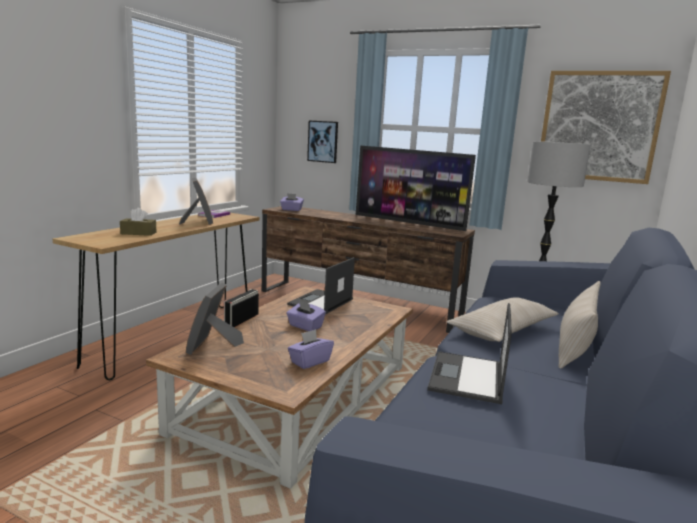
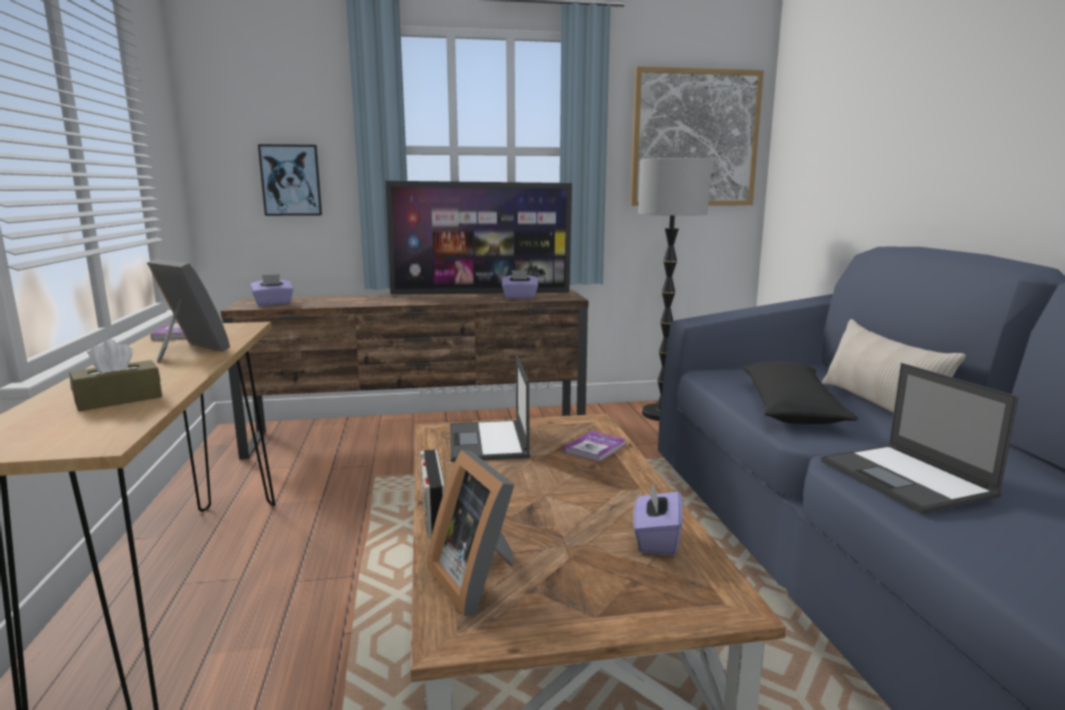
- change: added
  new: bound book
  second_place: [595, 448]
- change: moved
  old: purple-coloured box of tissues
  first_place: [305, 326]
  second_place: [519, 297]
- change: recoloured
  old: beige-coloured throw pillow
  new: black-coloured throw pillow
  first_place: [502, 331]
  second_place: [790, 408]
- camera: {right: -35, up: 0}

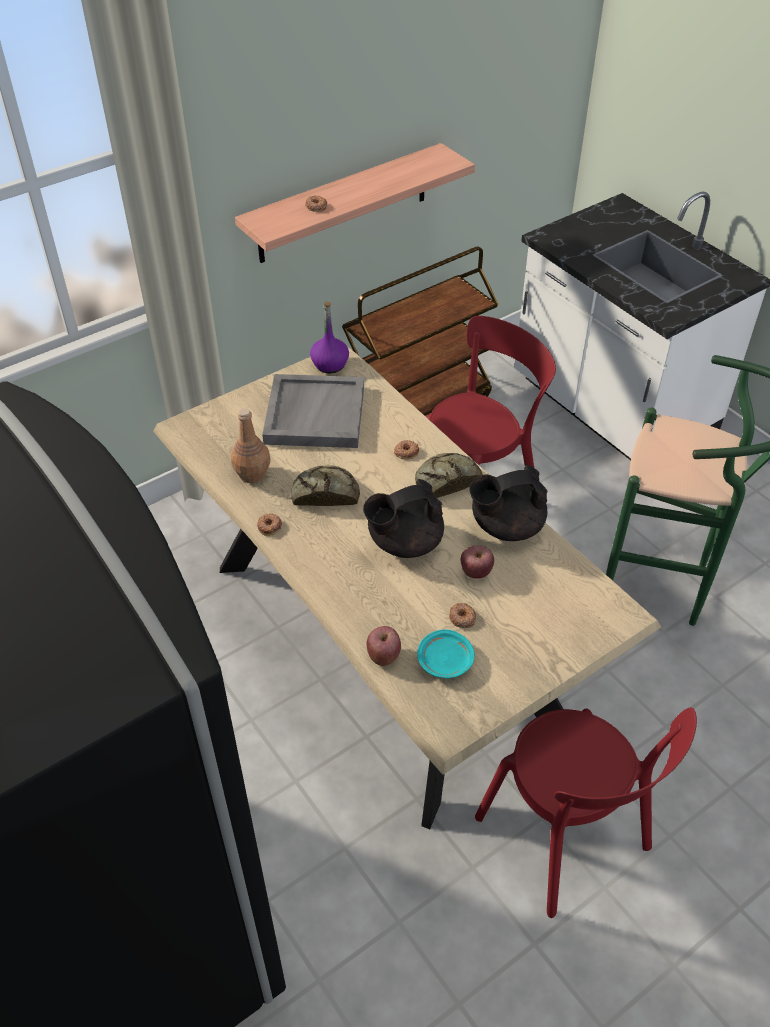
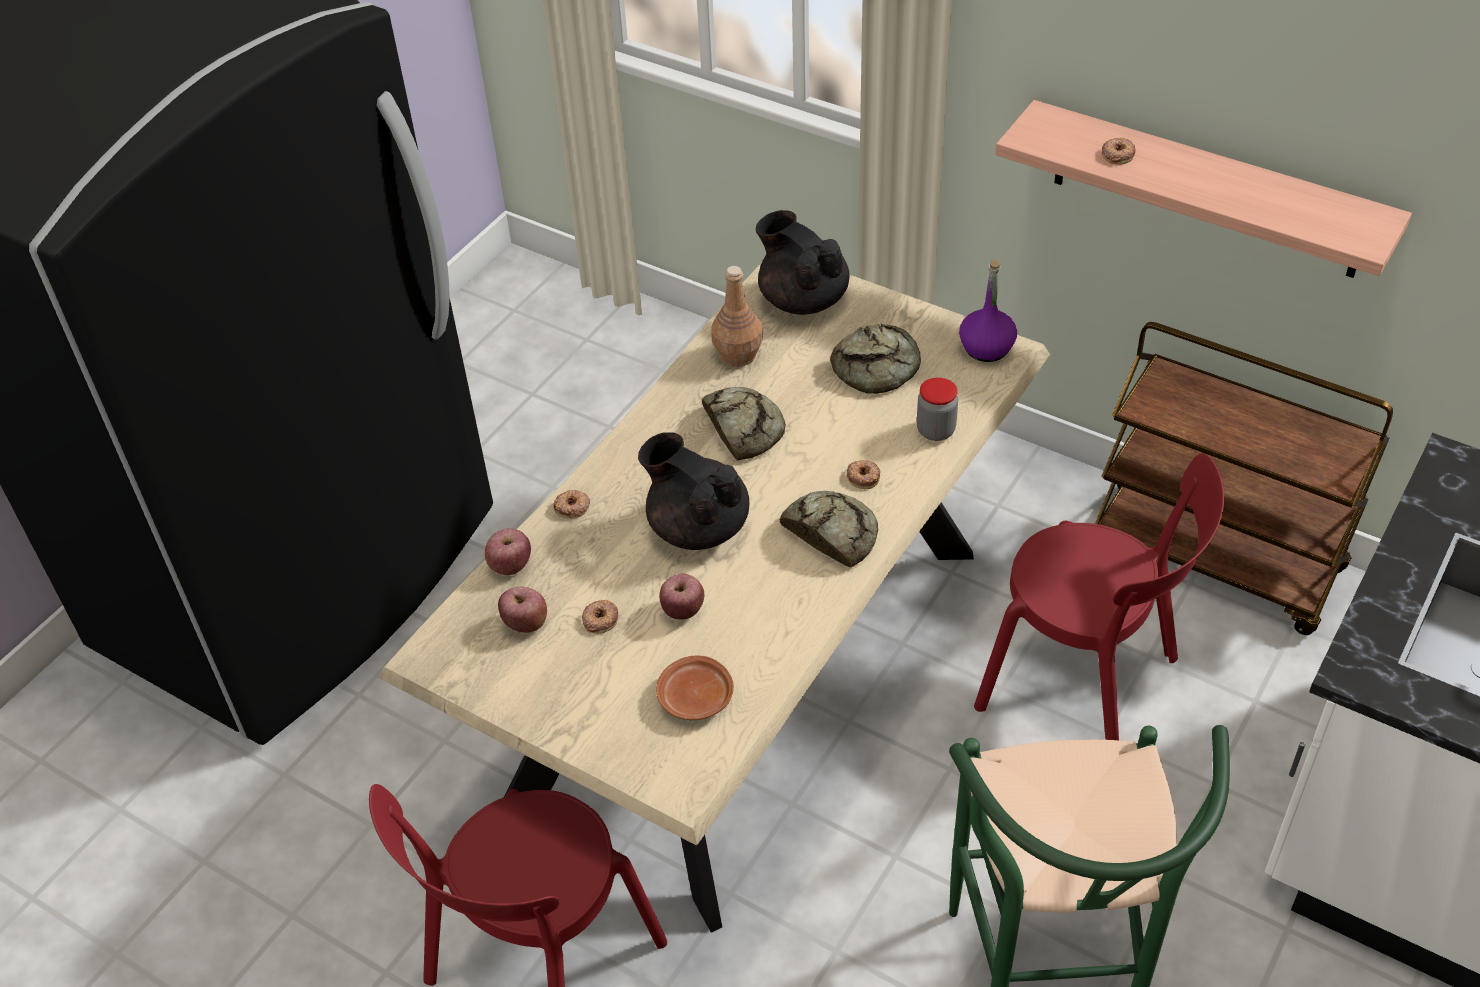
- change: added
  new: brown flat dish
  second_place: [695, 698]
- change: added
  new: jar
  second_place: [935, 430]
- change: moved
  old: doughnut
  first_place: [270, 526]
  second_place: [572, 507]
- change: moved
  old: black-coloured tea pot
  first_place: [505, 526]
  second_place: [802, 299]
- change: replaced
  old: gray carrying tray
  new: bread
  first_place: [314, 414]
  second_place: [878, 368]
- change: replaced
  old: turquoise-coloured flat dish
  new: apple fruit
  first_place: [445, 661]
  second_place: [525, 623]
- camera: {right: 70, up: 0}

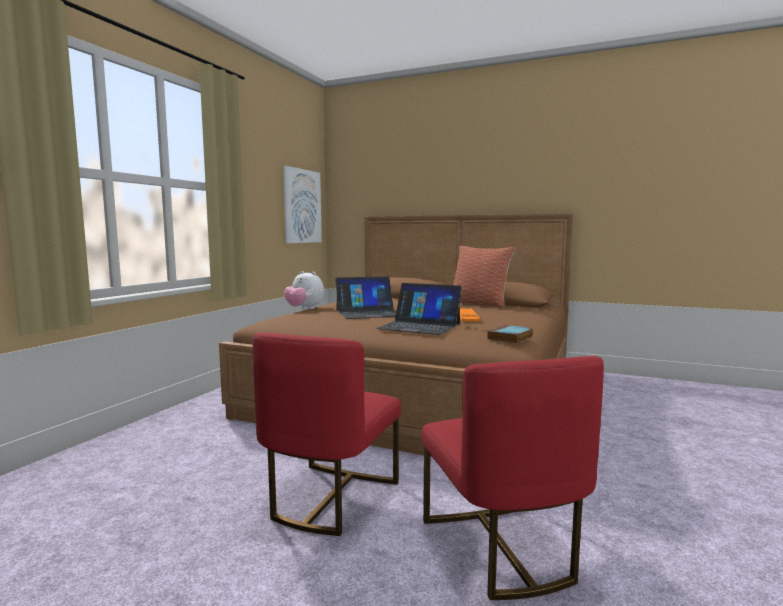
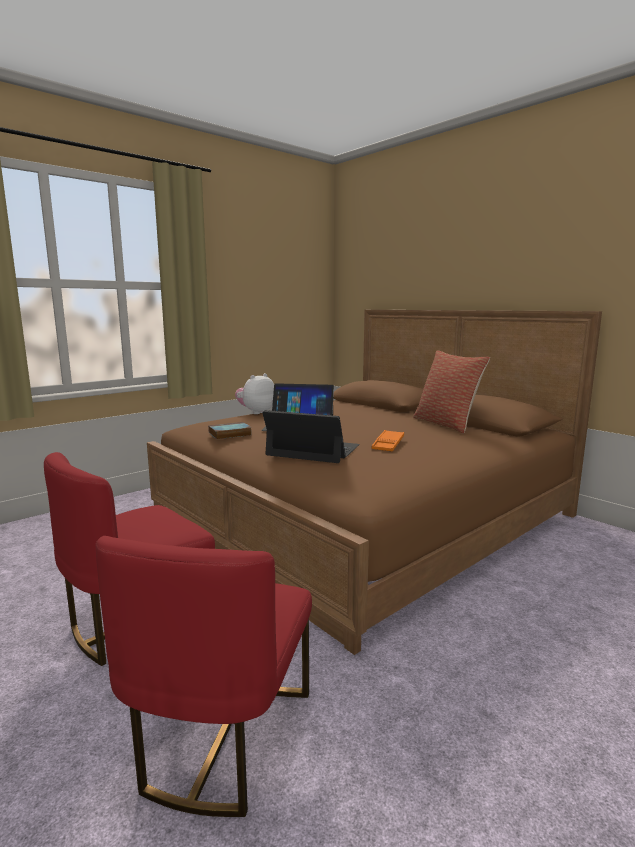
- change: removed
  old: wall art
  first_place: [302, 206]
- change: moved
  old: bound book
  first_place: [510, 338]
  second_place: [229, 434]
- change: turned
  old: soft toy
  first_place: [304, 309]
  second_place: [256, 412]
  degrees: 75
- change: turned
  old: laptop
  first_place: [419, 326]
  second_place: [313, 450]
  degrees: 150
- camera: {right: 25, up: 5}

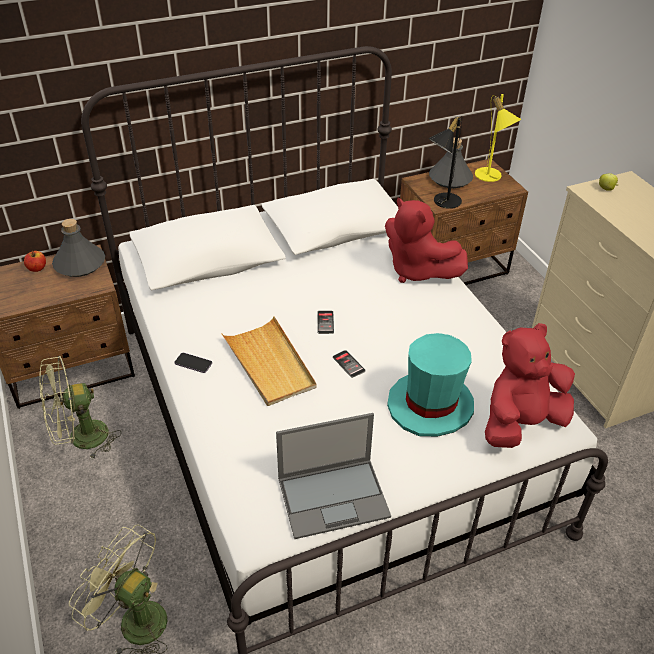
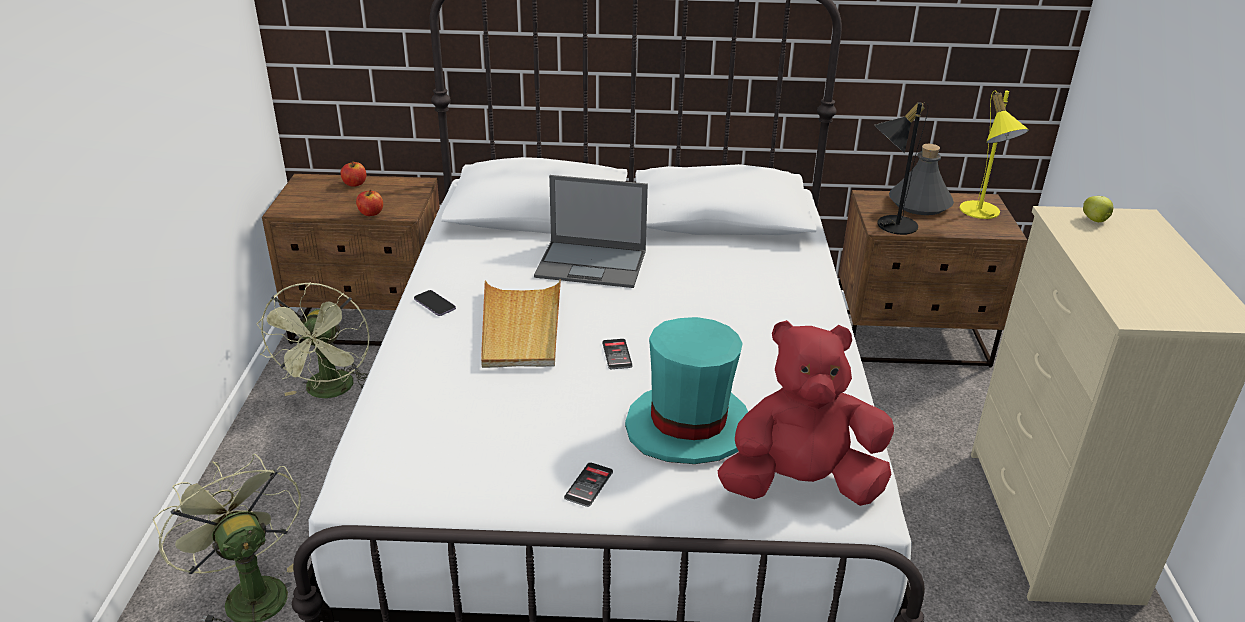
- change: removed
  old: gray beverage bottle
  first_place: [80, 264]
- change: removed
  old: red-coloured soft toy
  first_place: [417, 270]
- change: added
  new: apple fruit
  second_place: [371, 213]
- change: moved
  old: laptop
  first_place: [334, 497]
  second_place: [592, 264]
- change: moved
  old: telephone
  first_place: [325, 322]
  second_place: [588, 485]
- change: turned
  old: green electric fan
  first_place: [80, 439]
  second_place: [329, 392]
  degrees: -90
- camera: {right: 25, up: -10}

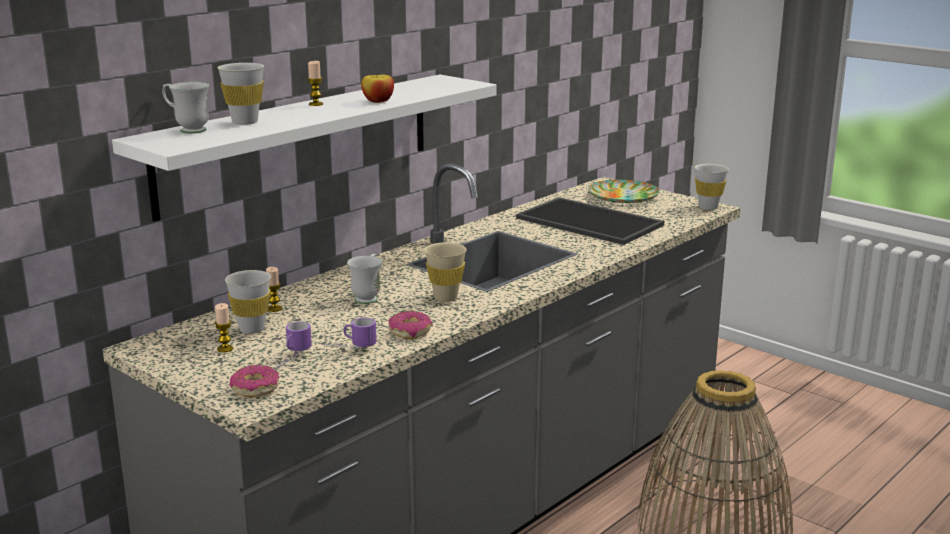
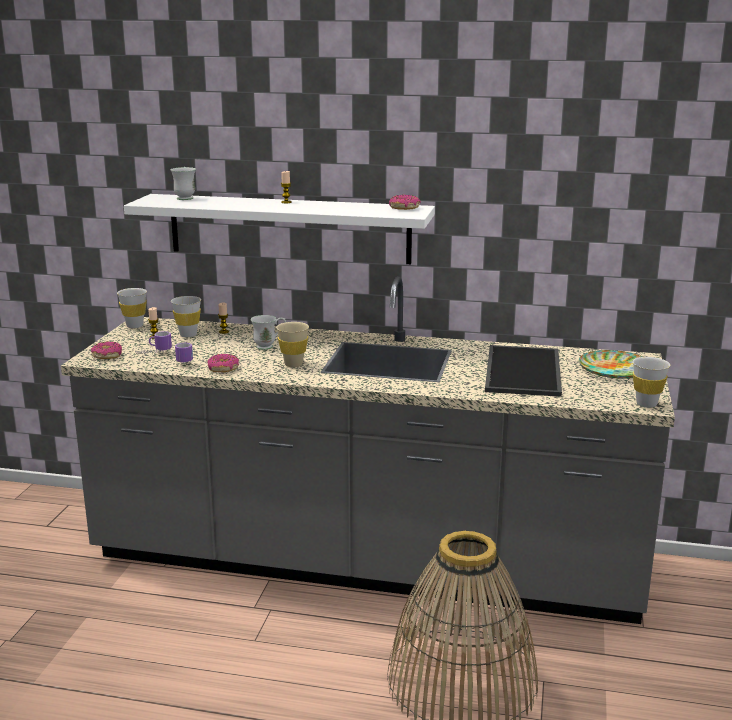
- change: removed
  old: apple fruit
  first_place: [378, 101]
- change: added
  new: doughnut
  second_place: [404, 208]
- change: moved
  old: white cup
  first_place: [245, 122]
  second_place: [135, 326]
- camera: {right: 60, up: 0}

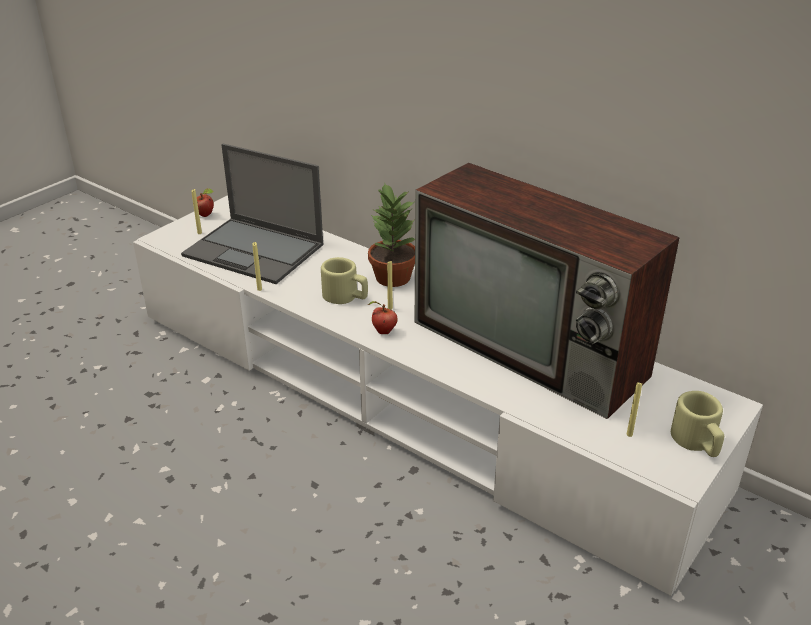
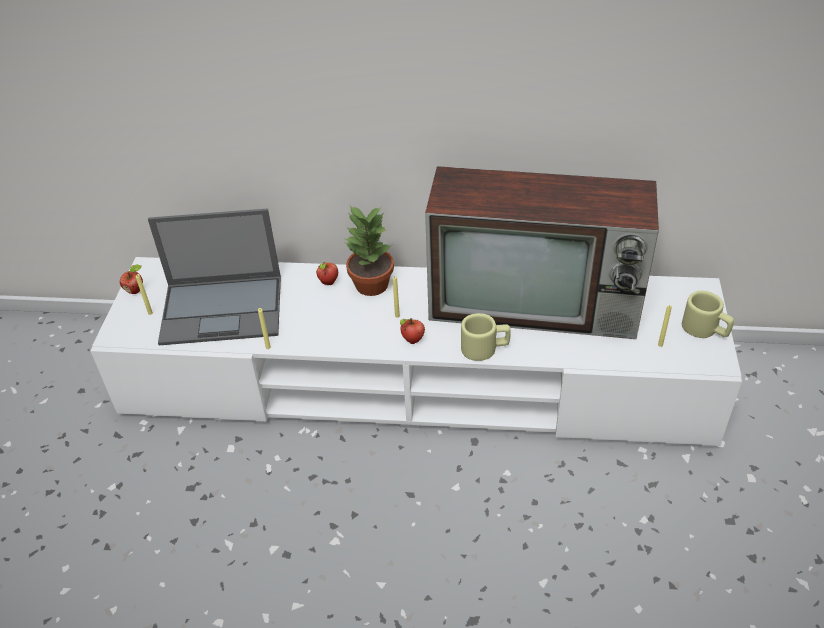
- change: added
  new: apple fruit
  second_place: [329, 283]
- change: moved
  old: beige-coloured mug
  first_place: [346, 297]
  second_place: [485, 348]
- camera: {right: -30, up: 10}

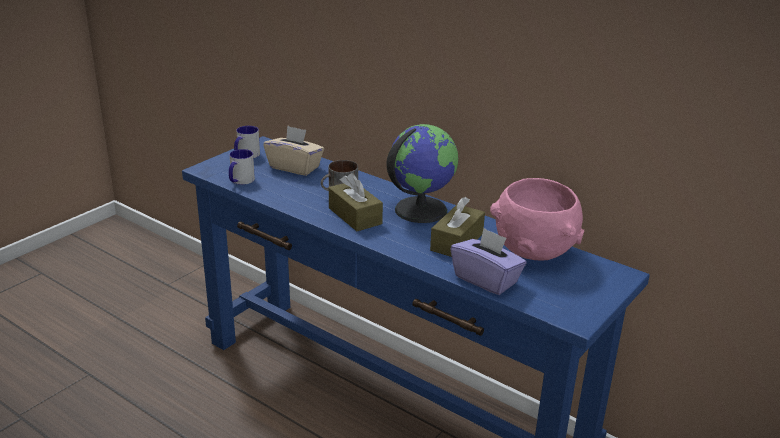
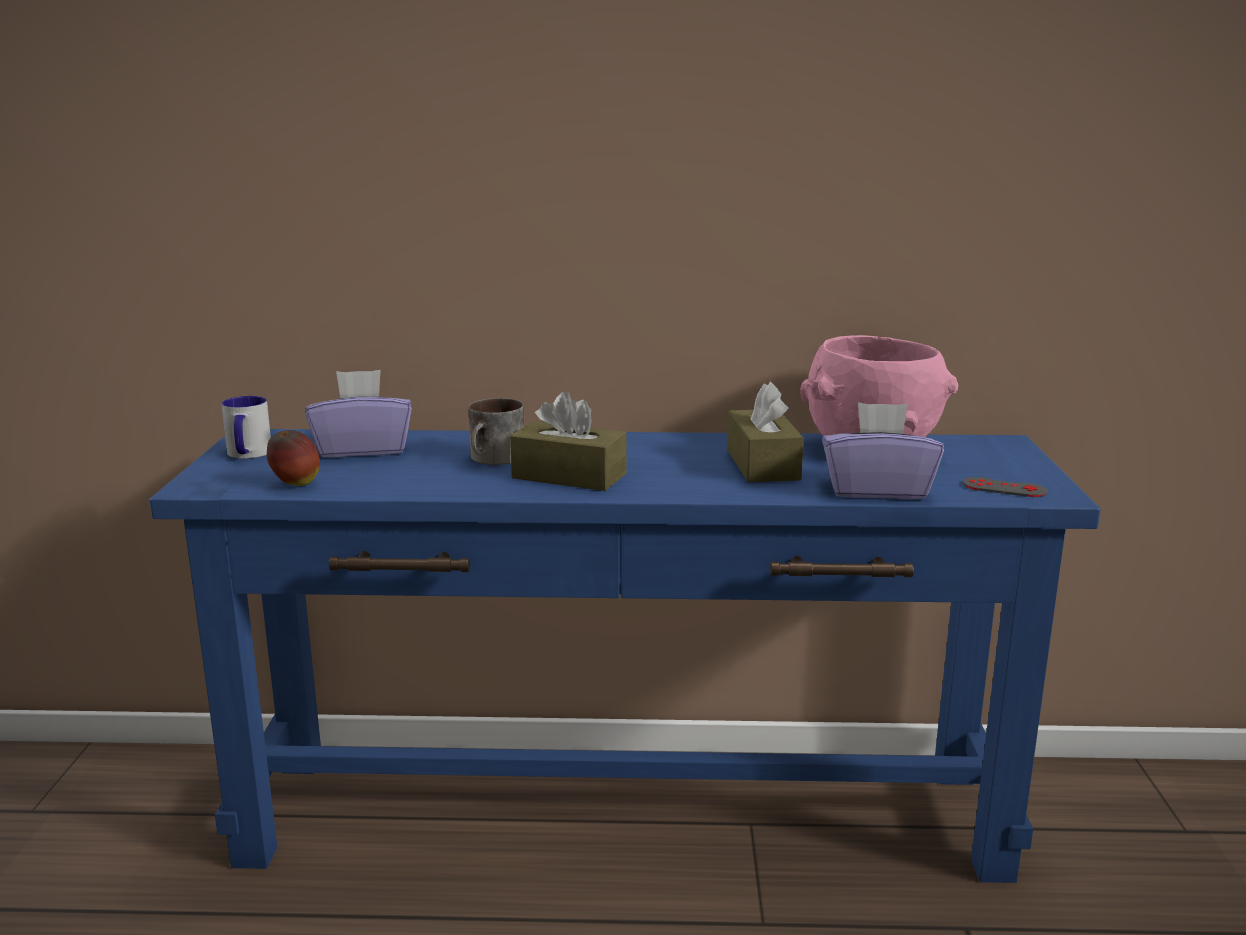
- change: removed
  old: globe
  first_place: [420, 209]
- change: added
  new: gray joypad
  second_place: [1004, 488]
- change: replaced
  old: mug
  new: apple fruit
  first_place: [240, 181]
  second_place: [296, 485]
- change: recoloured
  old: beige-coloured box of tissues
  new: purple-coloured box of tissues
  first_place: [295, 167]
  second_place: [363, 449]
- camera: {right: -35, up: -10}

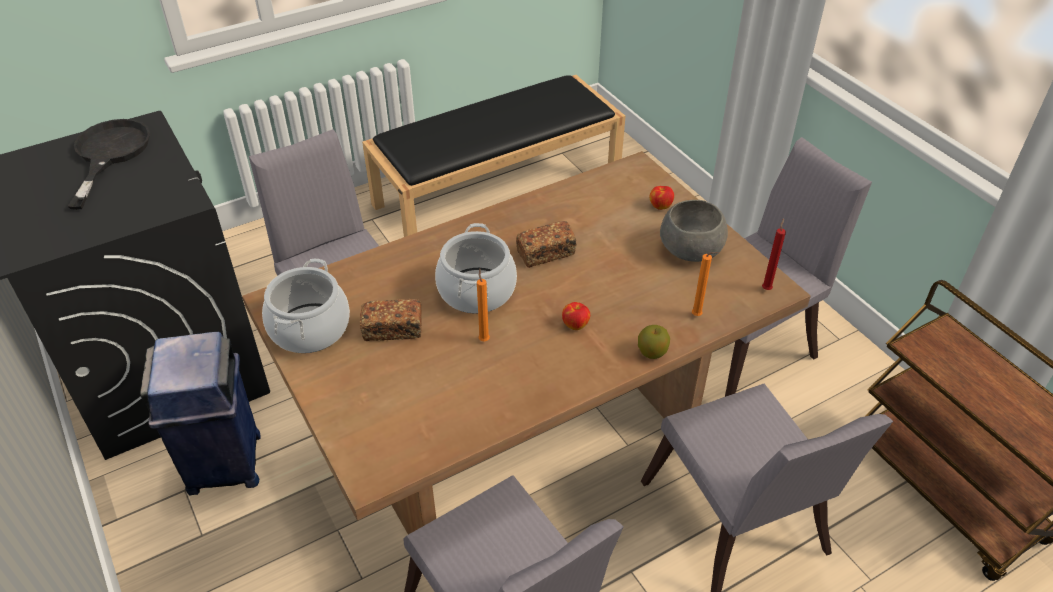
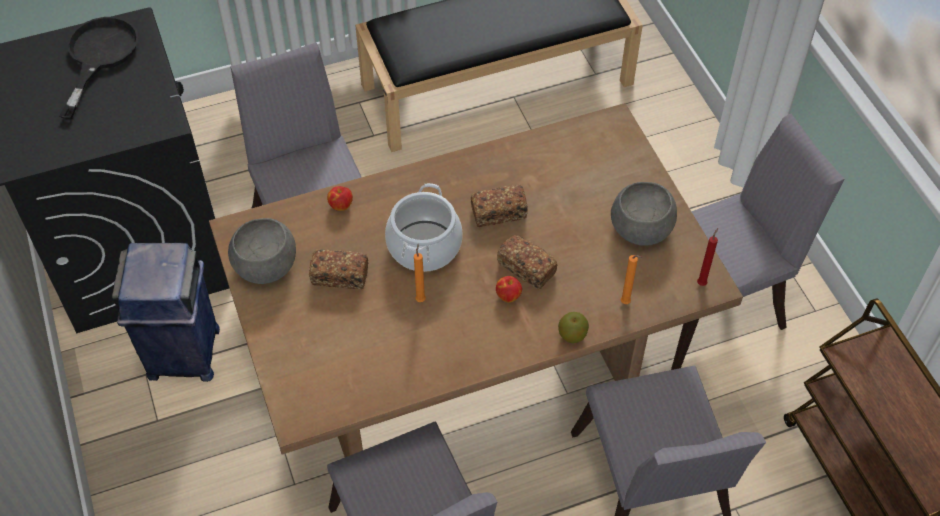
- change: added
  new: bread
  second_place: [526, 268]
- change: moved
  old: apple fruit
  first_place: [660, 206]
  second_place: [341, 205]
- change: replaced
  old: stockpot
  new: gray serving bowl
  first_place: [309, 328]
  second_place: [265, 264]
- camera: {right: 10, up: 10}

